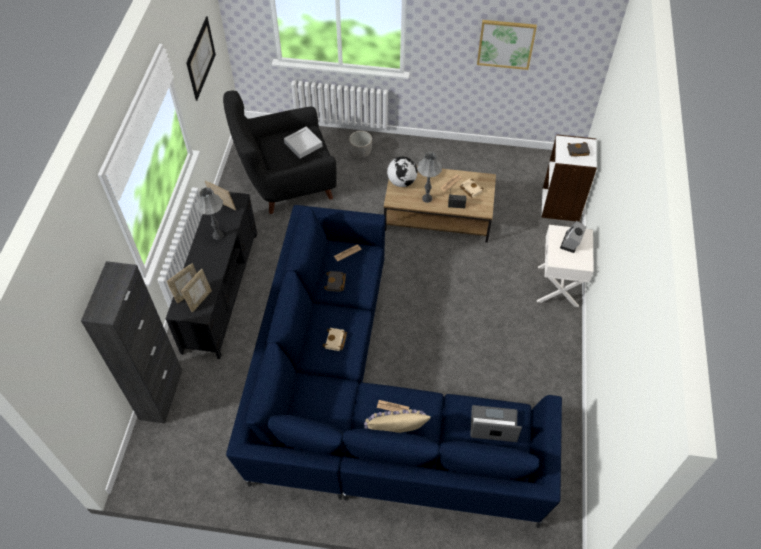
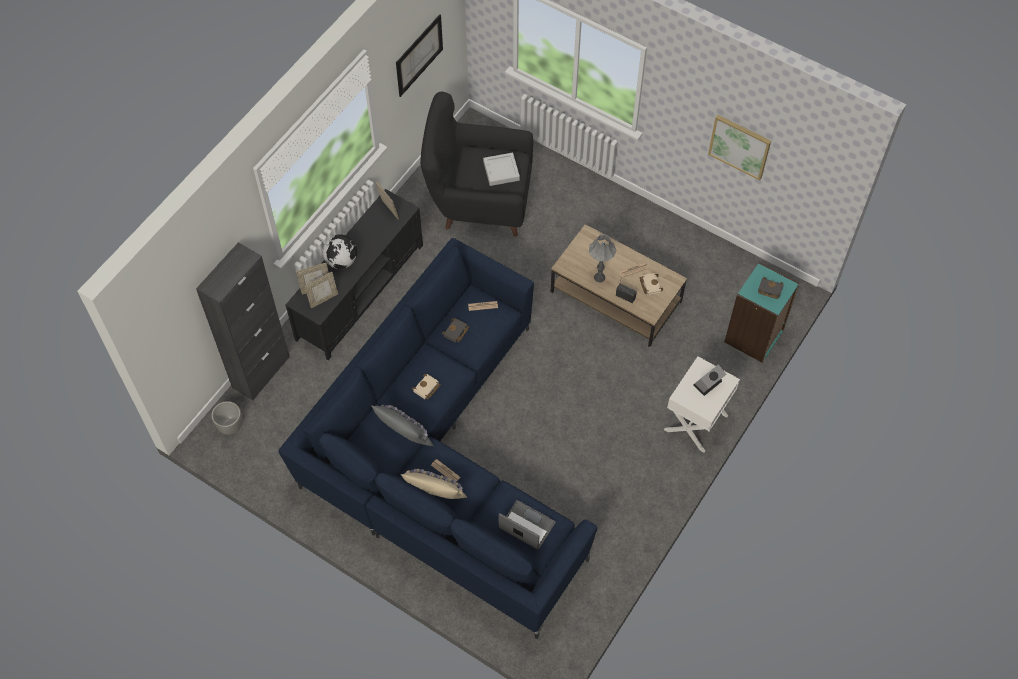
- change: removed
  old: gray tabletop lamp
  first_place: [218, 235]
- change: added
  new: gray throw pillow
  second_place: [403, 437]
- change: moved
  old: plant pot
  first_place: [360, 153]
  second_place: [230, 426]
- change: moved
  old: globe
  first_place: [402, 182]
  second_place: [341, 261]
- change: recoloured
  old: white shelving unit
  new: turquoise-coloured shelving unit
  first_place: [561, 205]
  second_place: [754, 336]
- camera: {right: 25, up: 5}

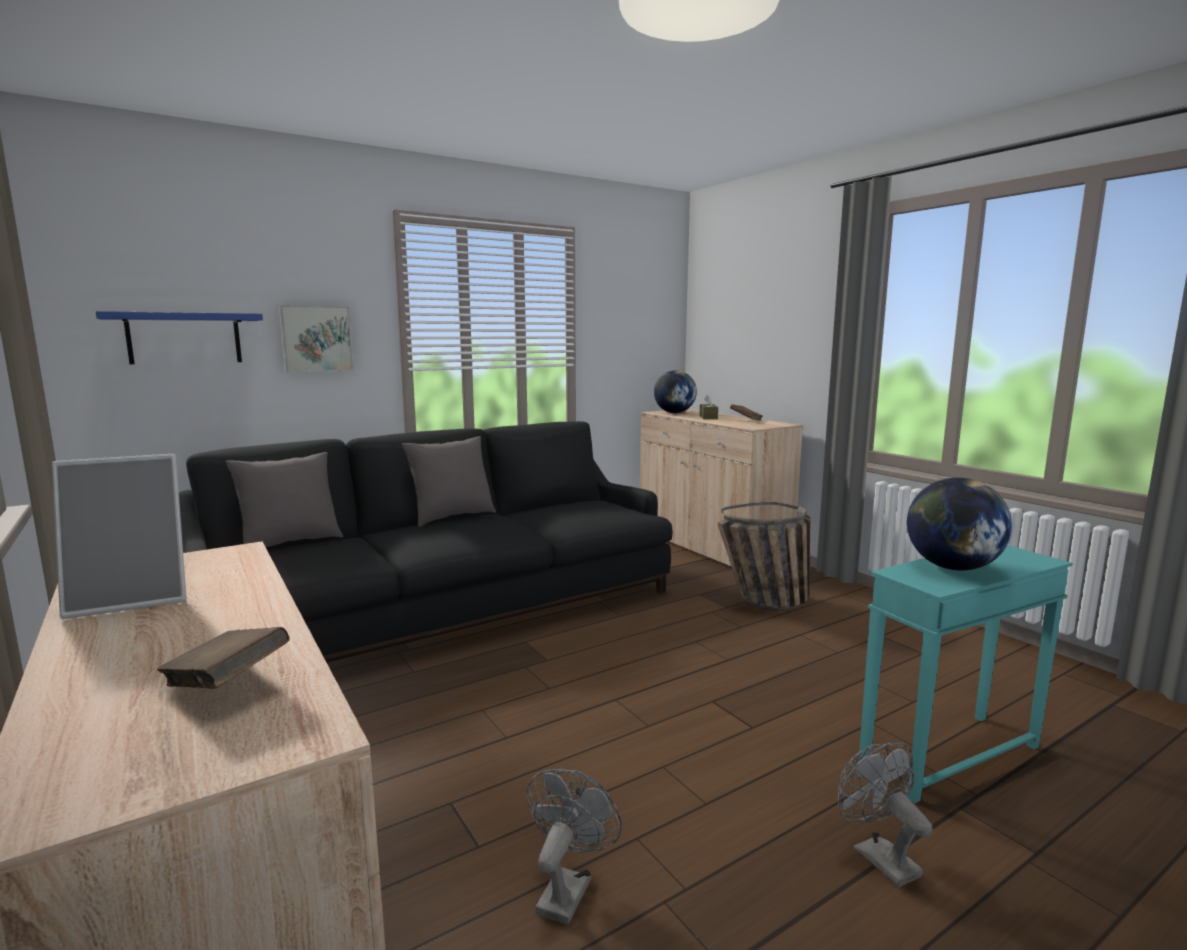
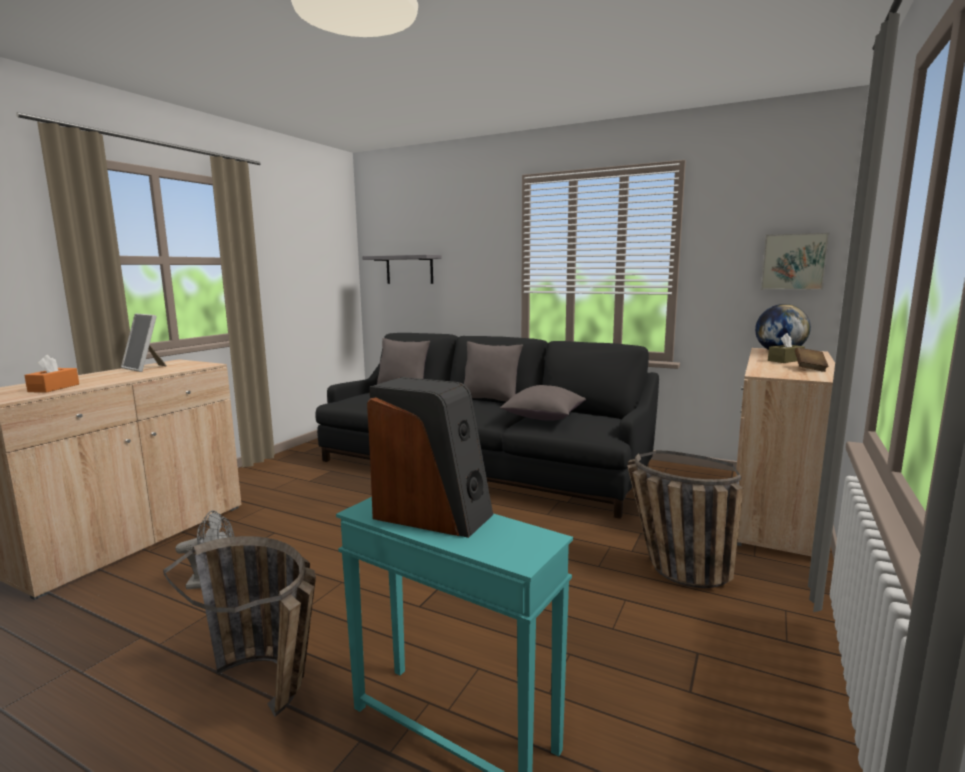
- change: added
  new: gray throw pillow
  second_place: [543, 417]
- change: moved
  old: wall art
  first_place: [316, 339]
  second_place: [793, 262]
- change: replaced
  old: brown bound book
  new: orangey box of tissues
  first_place: [226, 685]
  second_place: [54, 388]
- change: replaced
  old: gray electric fan
  new: basket
  first_place: [877, 856]
  second_place: [273, 693]
- change: replaced
  old: globe
  new: audio speaker
  first_place: [952, 567]
  second_place: [433, 515]
- change: recoloured
  old: bluish bracket shelf
  new: gray bracket shelf
  first_place: [184, 338]
  second_place: [409, 269]
- camera: {right: 60, up: 0}

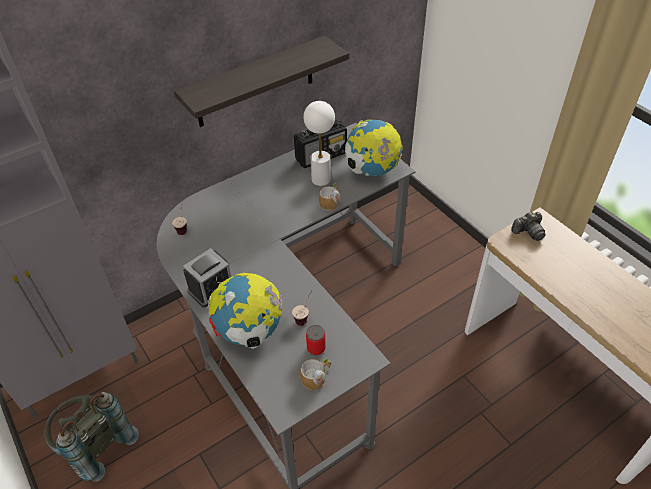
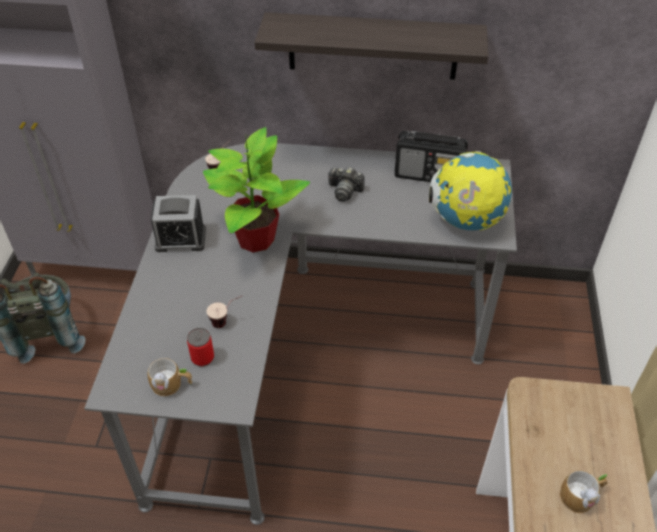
- change: removed
  old: globe
  first_place: [249, 331]
- change: removed
  old: white tabletop lamp
  first_place: [321, 179]
- change: added
  new: plant in a pot
  second_place: [256, 238]
- change: moved
  old: mug
  first_place: [331, 202]
  second_place: [582, 496]
- change: moved
  old: photo camera
  first_place: [528, 232]
  second_place: [345, 191]
- camera: {right: 40, up: 0}

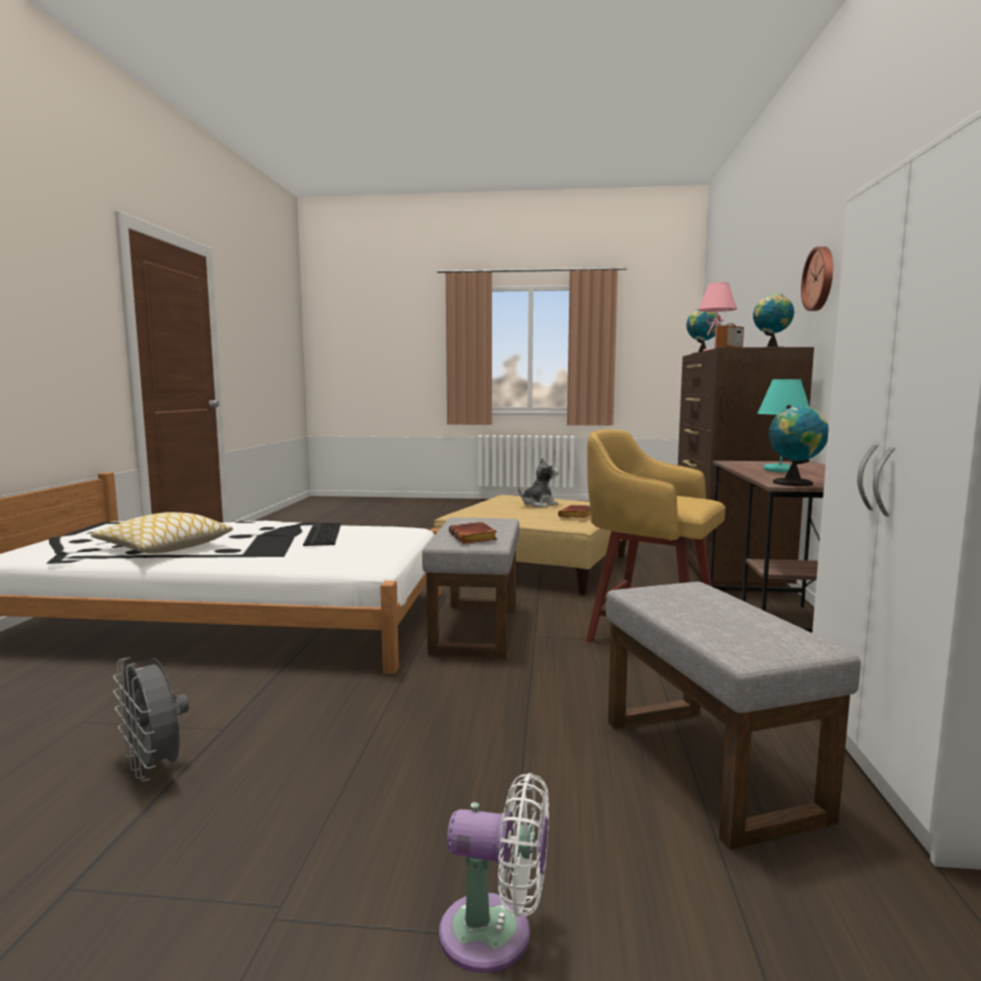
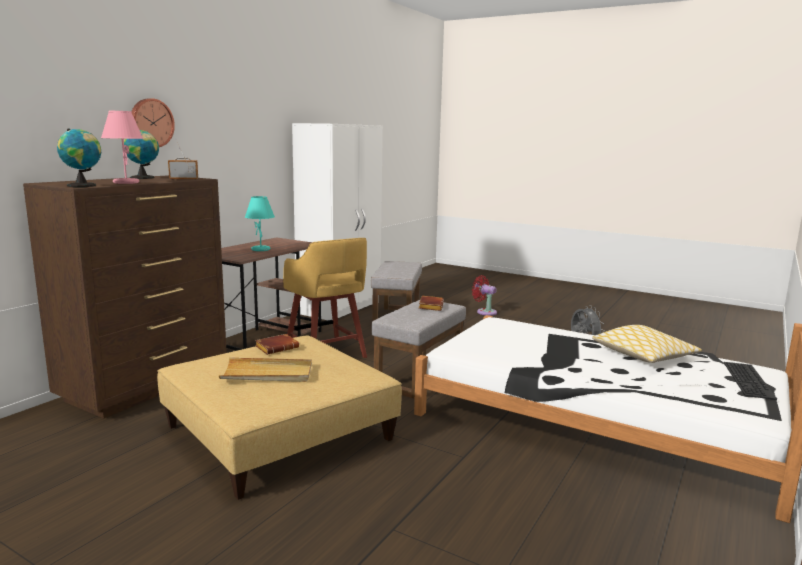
- change: removed
  old: globe
  first_place: [795, 483]
- change: moved
  old: PC keyboard
  first_place: [321, 534]
  second_place: [750, 380]
- change: replaced
  old: soft toy
  new: beige-coloured carrying tray
  first_place: [538, 504]
  second_place: [267, 373]
- change: recoloured
  old: white electric fan
  new: red-coloured electric fan
  first_place: [495, 935]
  second_place: [484, 312]
- camera: {right: -155, up: 5}

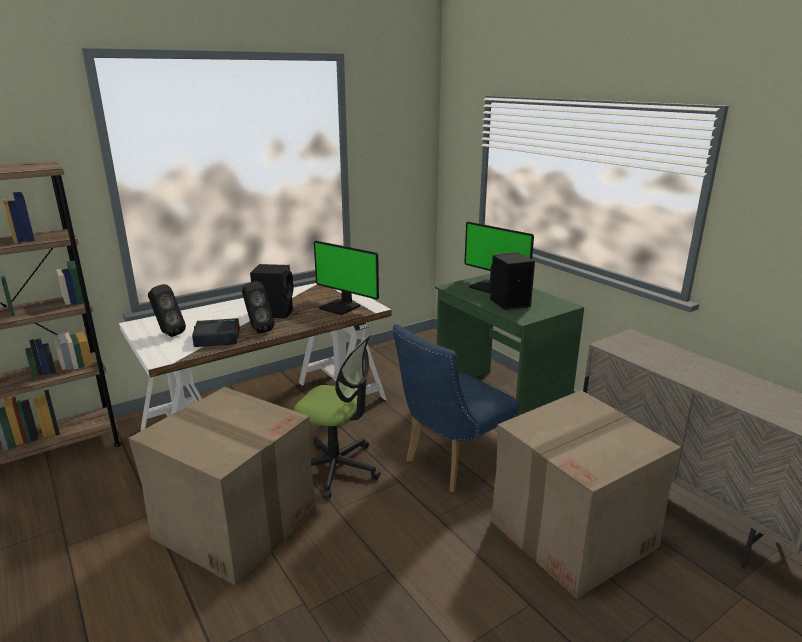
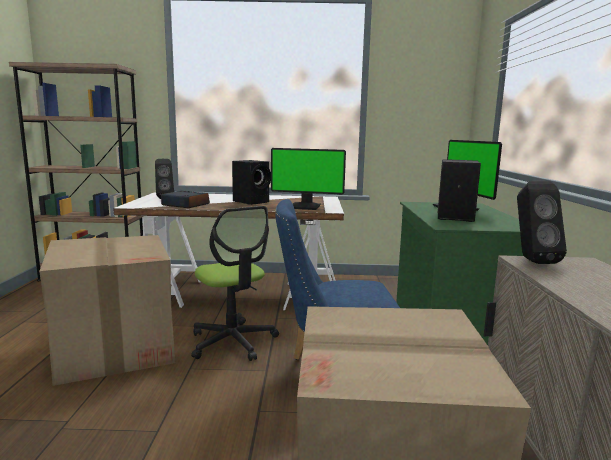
- change: moved
  old: black-coloured audio speaker
  first_place: [257, 330]
  second_place: [531, 260]
- change: turned
  old: computer display
  first_place: [341, 307]
  second_place: [305, 206]
  degrees: -60
- camera: {right: 35, up: -10}

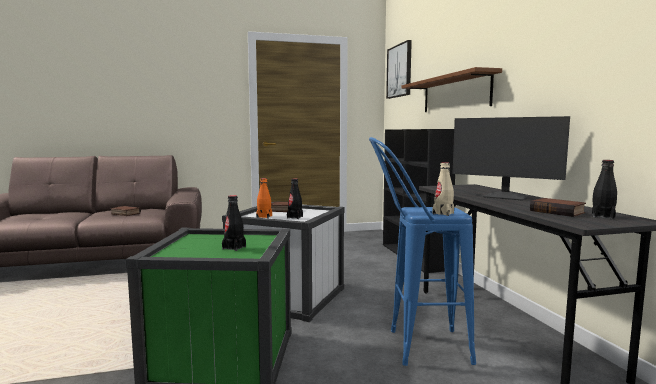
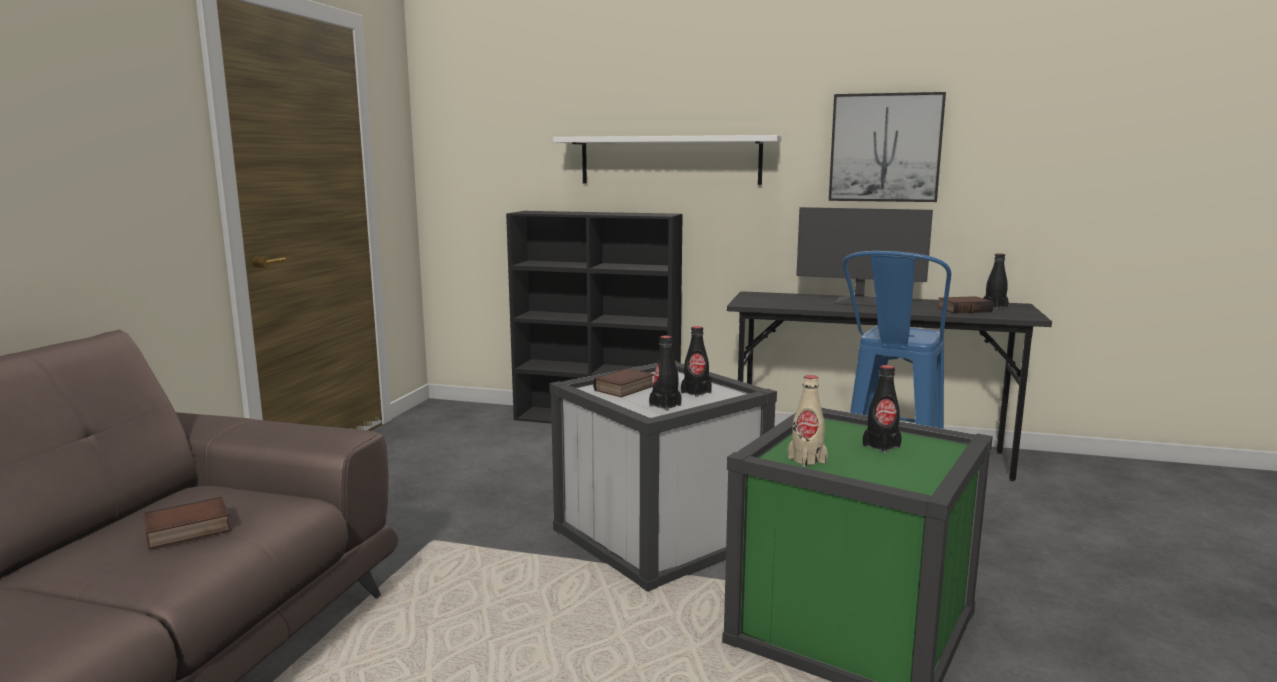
- change: moved
  old: wall art
  first_place: [399, 71]
  second_place: [885, 148]
- change: moved
  old: beige-coloured beverage bottle
  first_place: [443, 213]
  second_place: [806, 460]
- change: recoloured
  old: orangey beverage bottle
  new: black-coloured beverage bottle
  first_place: [264, 216]
  second_place: [665, 405]
- change: recoloured
  old: brown bracket shelf
  new: white bracket shelf
  first_place: [455, 94]
  second_place: [670, 160]
- change: turned
  old: computer display
  first_place: [505, 197]
  second_place: [859, 302]
  degrees: 45
- camera: {right: -60, up: 5}

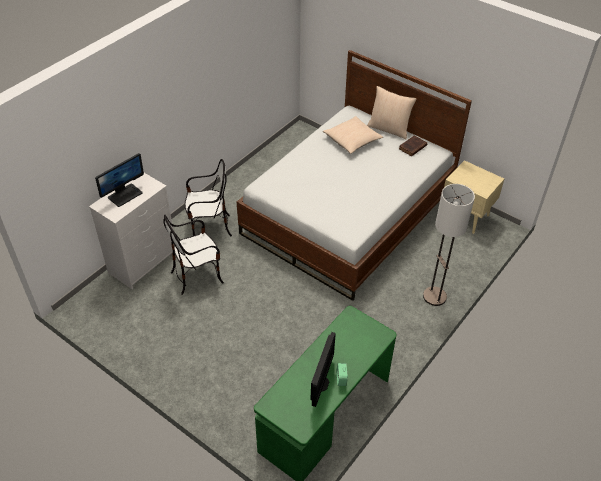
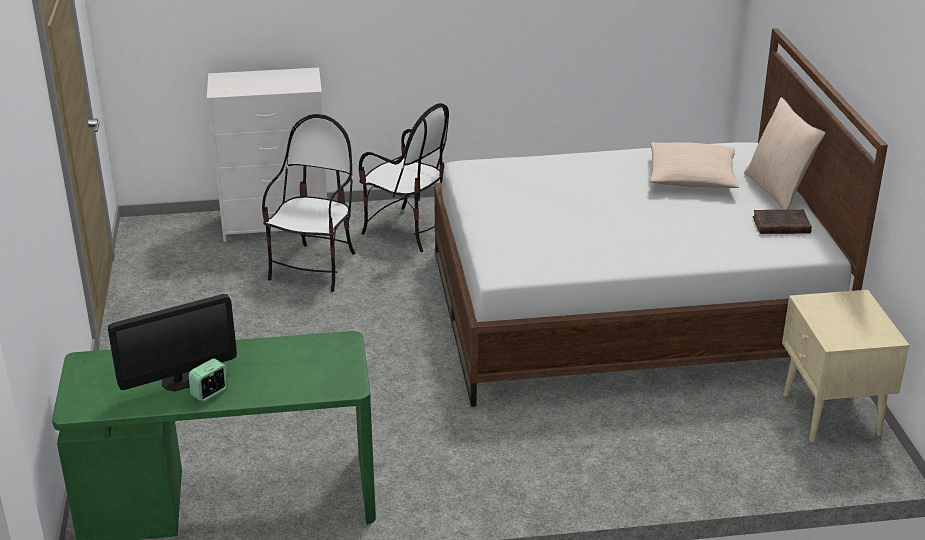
- change: removed
  old: computer display
  first_place: [125, 194]
- change: removed
  old: standard lamp
  first_place: [434, 296]
- change: turned
  old: upright chair
  first_place: [197, 275]
  second_place: [315, 268]
  degrees: 90
- camera: {right: 45, up: -15}

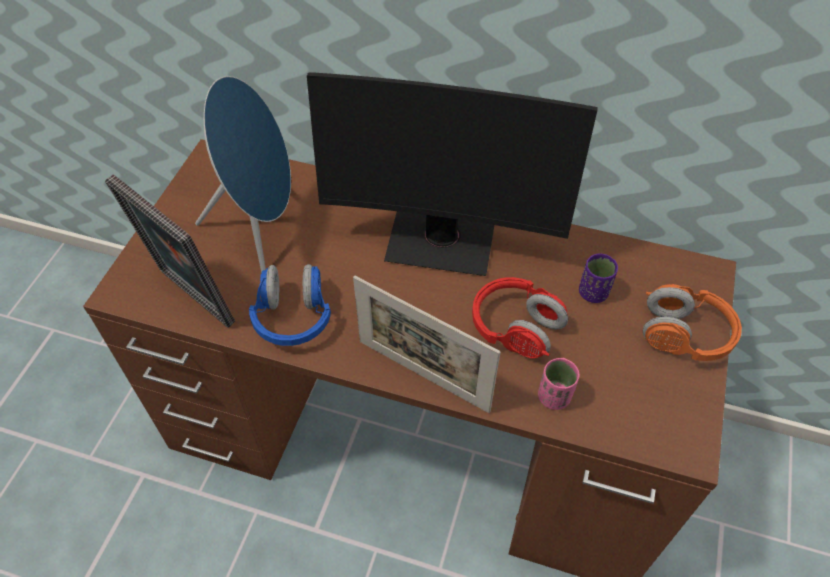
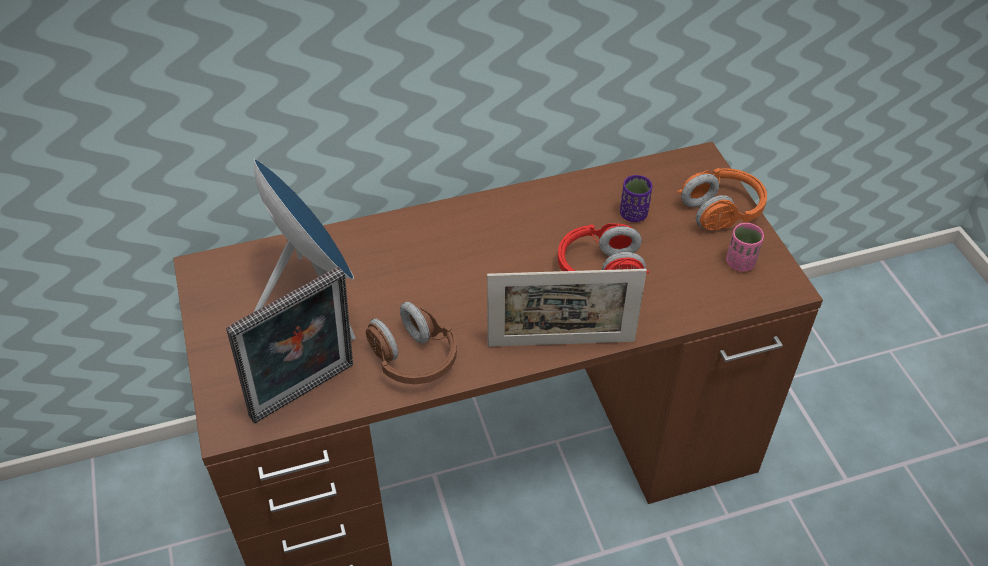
- change: removed
  old: computer display
  first_place: [441, 239]
- change: moved
  old: pink-coloured cup
  first_place: [554, 397]
  second_place: [740, 263]
- change: recoloured
  old: bluish pair of headphones
  new: brown pair of headphones
  first_place: [293, 317]
  second_place: [413, 358]
- change: turned
  old: picture frame
  first_place: [191, 300]
  second_place: [306, 395]
  degrees: -45
- camera: {right: -35, up: -5}

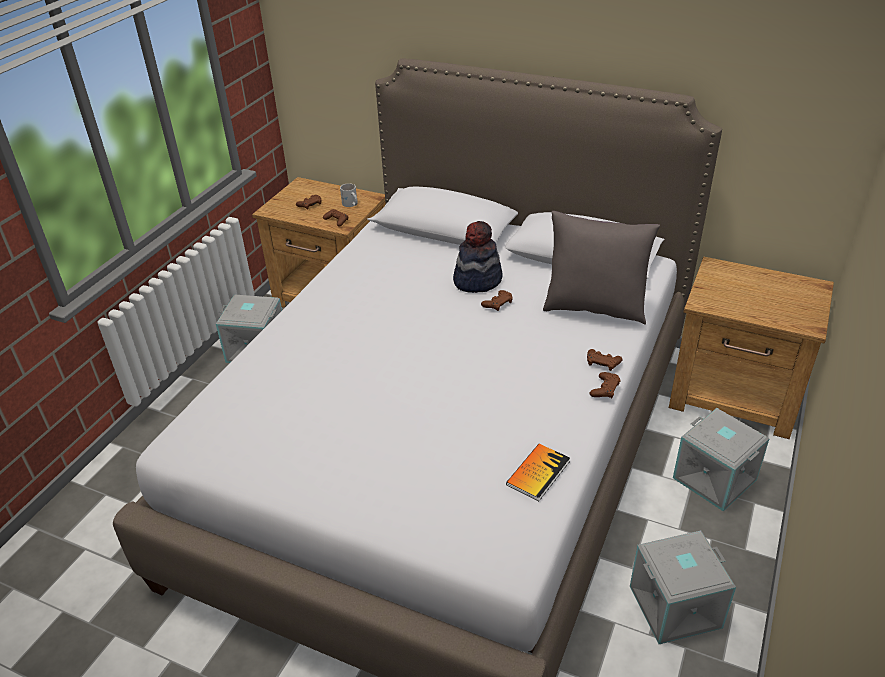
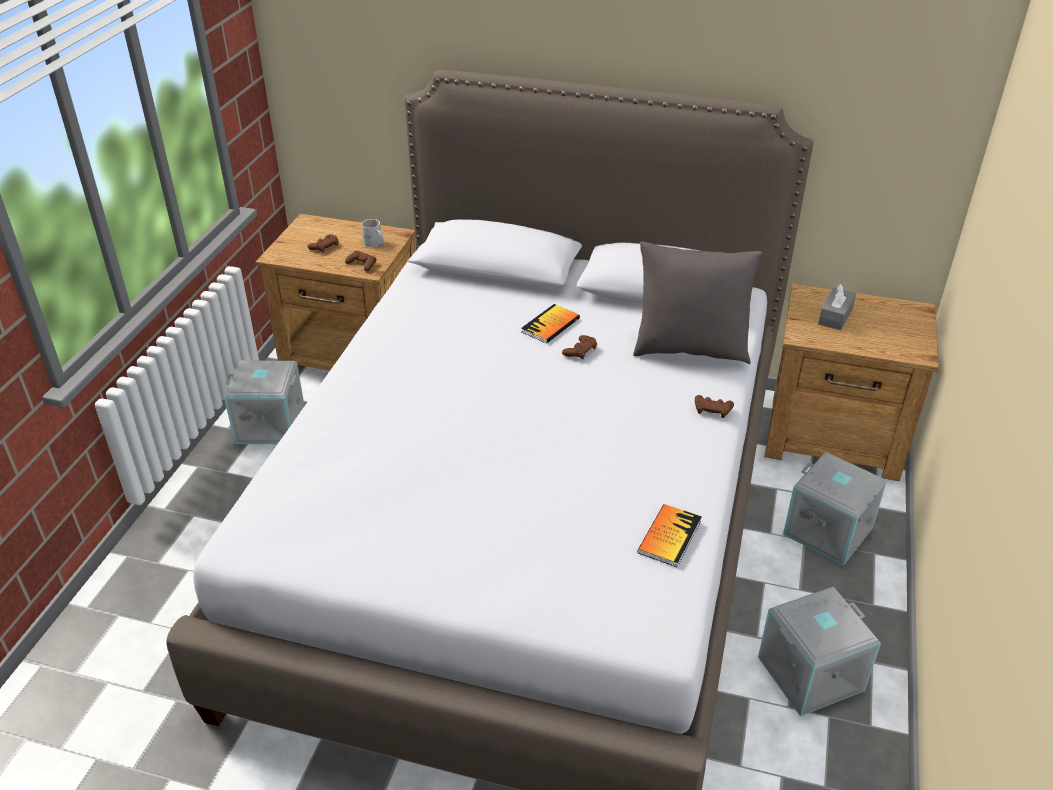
- change: removed
  old: brown joypad
  first_place: [605, 389]
- change: added
  new: gray box of tissues
  second_place: [835, 316]
- change: replaced
  old: hat
  new: bound book
  first_place: [477, 280]
  second_place: [550, 325]
- camera: {right: -10, up: 0}

